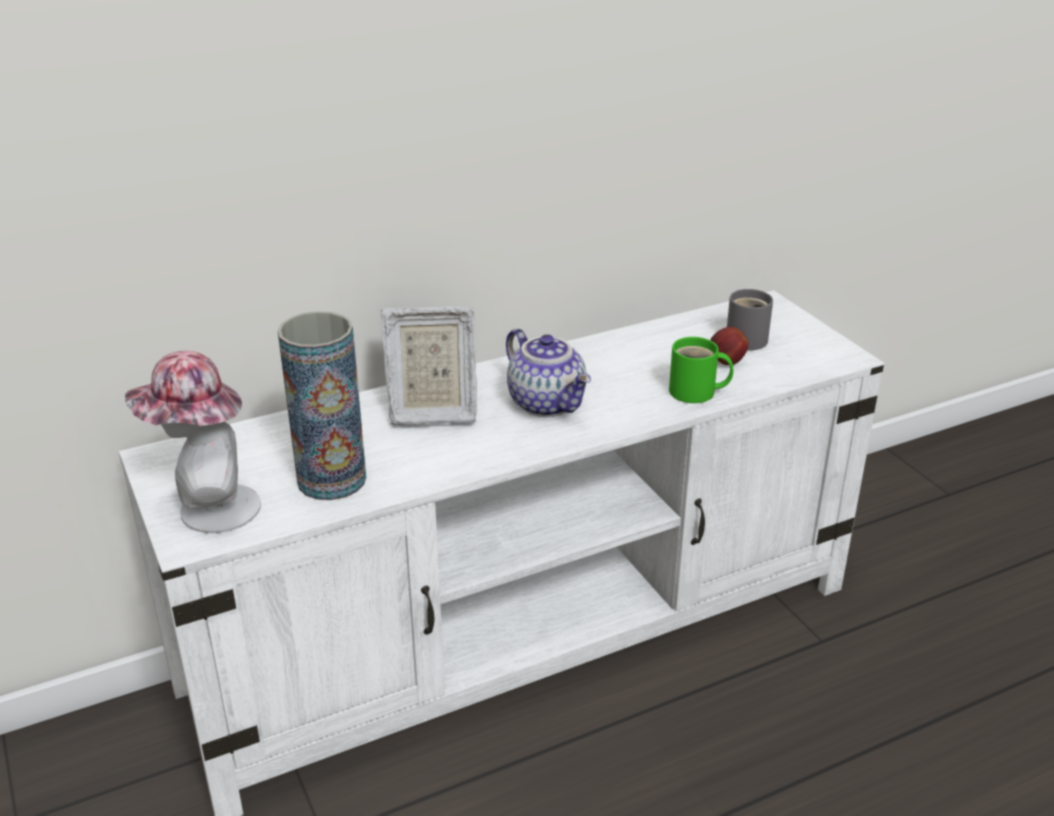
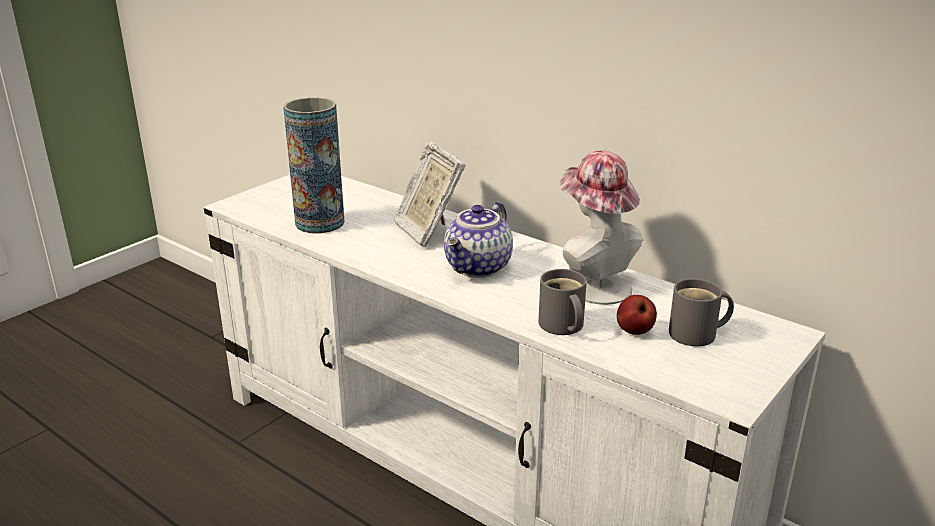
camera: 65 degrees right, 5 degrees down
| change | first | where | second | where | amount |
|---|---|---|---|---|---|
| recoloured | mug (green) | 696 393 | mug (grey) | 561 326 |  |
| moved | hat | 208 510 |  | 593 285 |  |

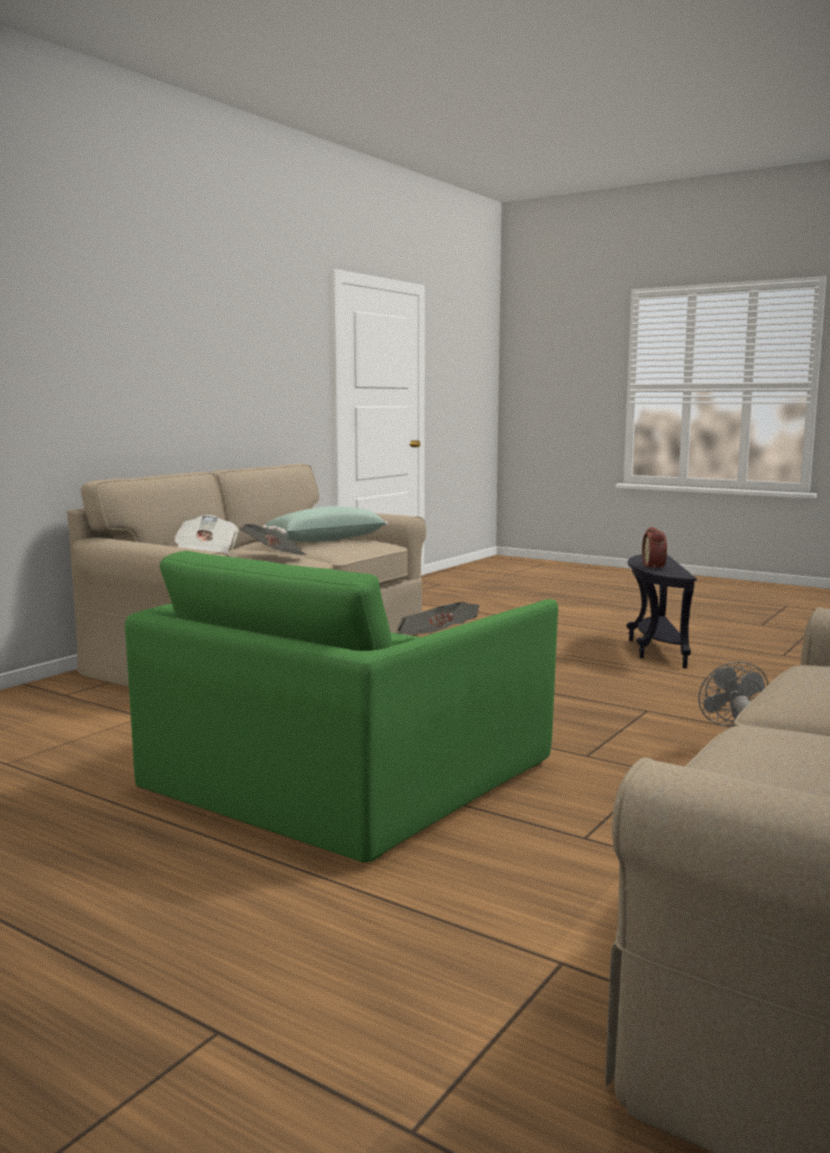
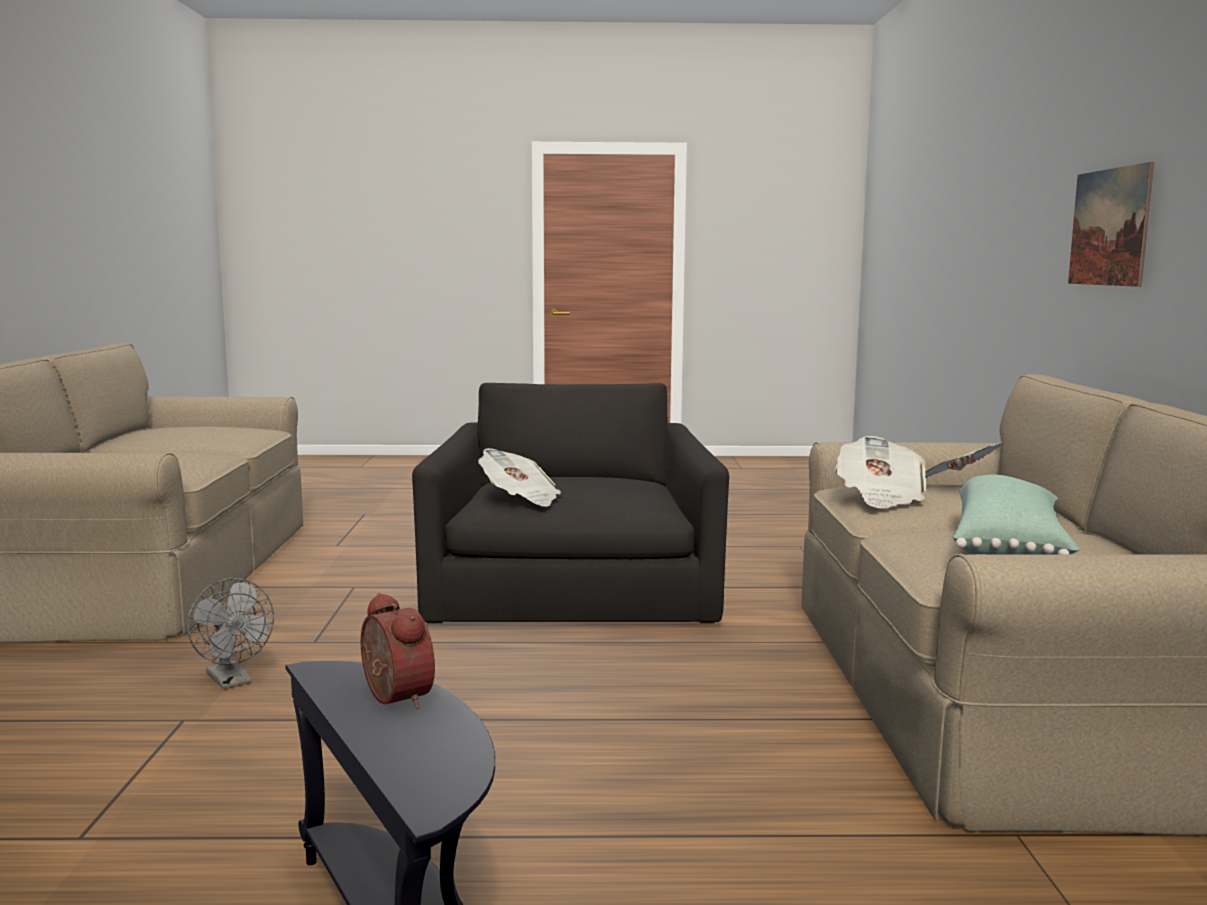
camera: 145 degrees right, 0 degrees up
| change | first | where | second | where | amount |
|---|---|---|---|---|---|
| recoloured | armchair (green) | 345 773 | armchair (black) | 572 586 |  |
| added |  |  | picture | 1109 227 |  |

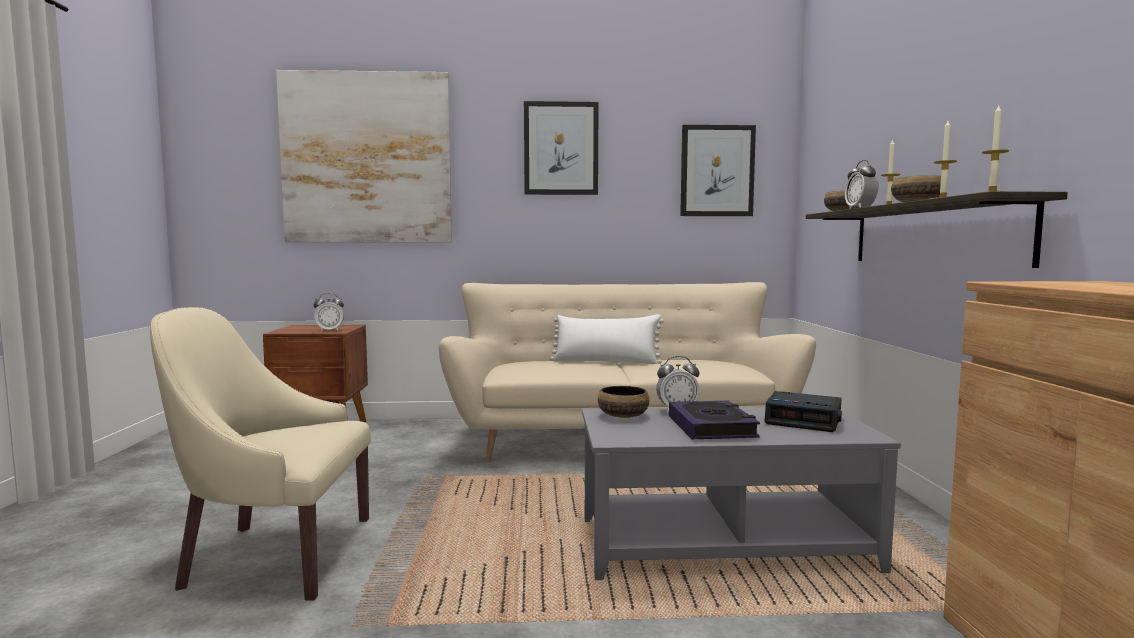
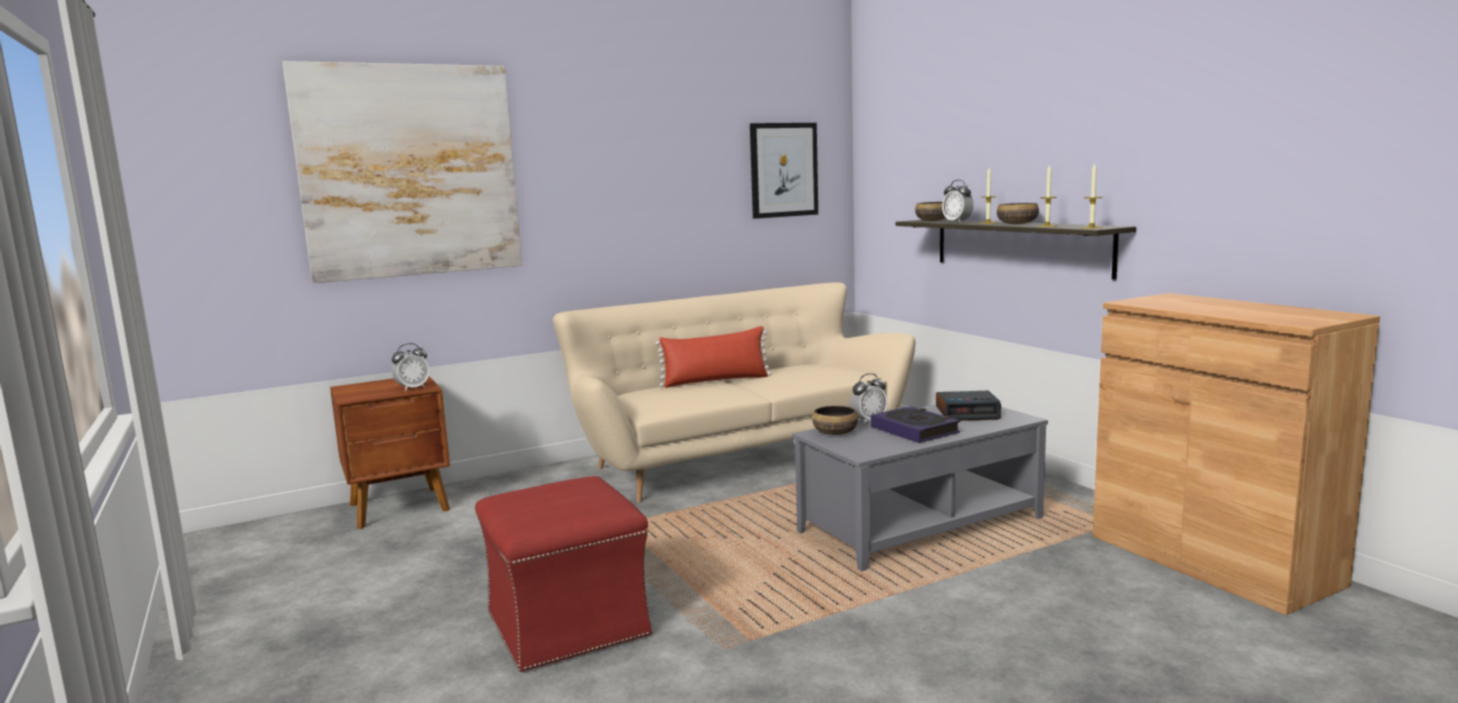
camera: 25 degrees left, 5 degrees up
| change | first | where | second | where | amount |
|---|---|---|---|---|---|
| replaced | armchair (beige) | 275 555 | ottoman (red) | 567 624 |  |
| recoloured | pillow (white) | 606 362 | pillow (red) | 716 381 |  |
| removed | picture | 561 149 |  |  |  |

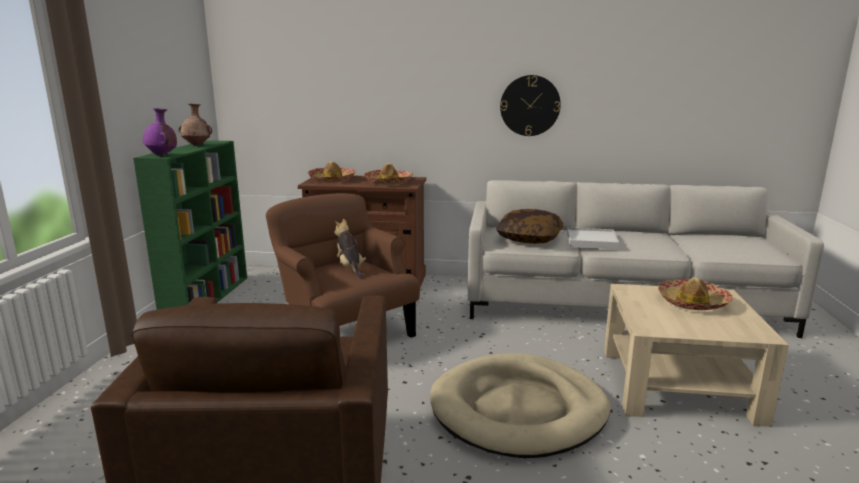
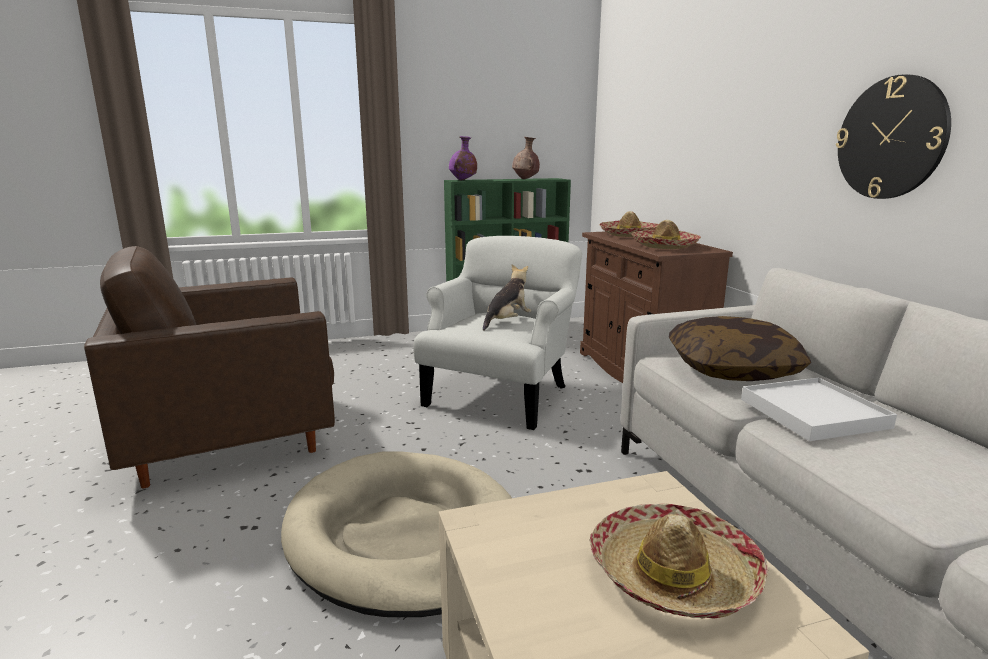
camera: 65 degrees right, 0 degrees up
| change | first | where | second | where | amount |
|---|---|---|---|---|---|
| recoloured | armchair (brown) | 344 333 | armchair (white) | 501 395 |  |

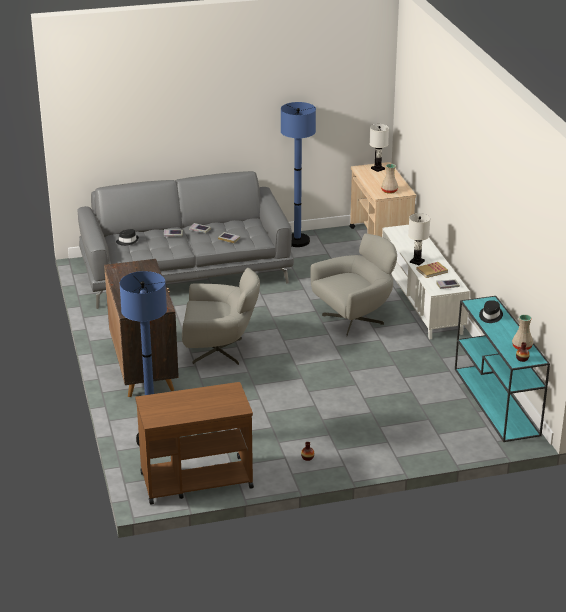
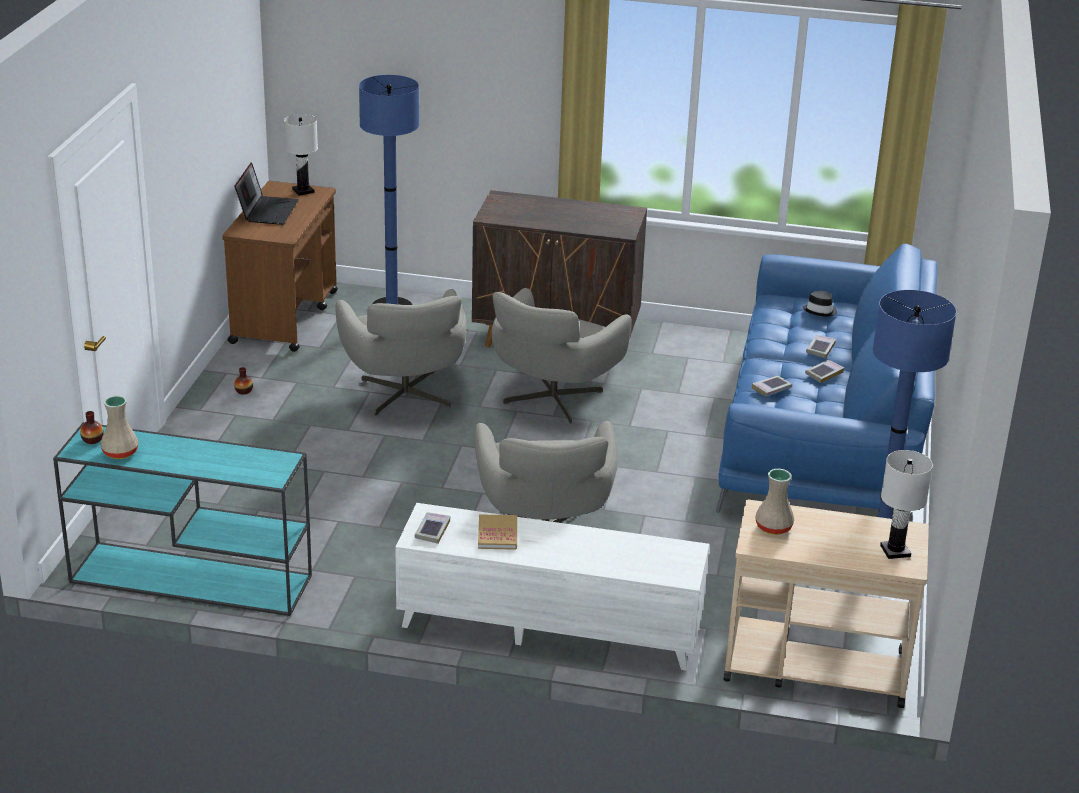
camera: 115 degrees right, 0 degrees up
| change | first | where | second | where | amount |
|---|---|---|---|---|---|
| added |  |  | laptop | 267 211 |  |
| moved | table lamp (white) | 417 261 |  | 303 191 |  |
| added |  |  | armchair (grey) | 406 395 |  |
| recoloured | sofa (grey) | 186 271 | sofa (blue) | 823 434 |  |
| removed | hat (black) | 490 316 |  |  |  |

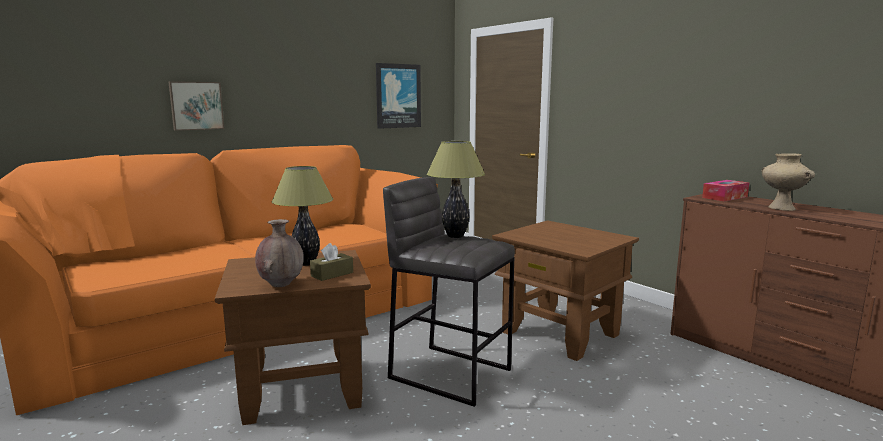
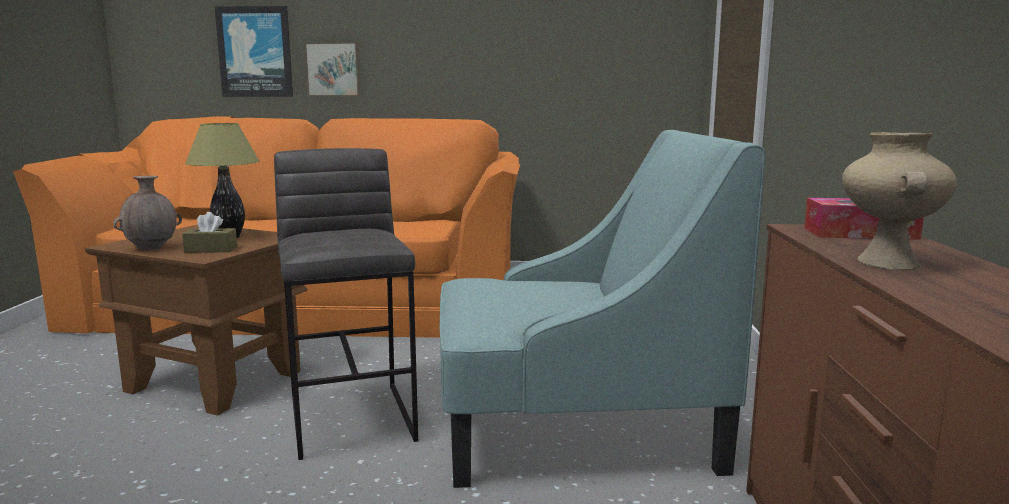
camera: 40 degrees right, 0 degrees up
| change | first | where | second | where | amount |
|---|---|---|---|---|---|
| moved | picture | 398 96 |  | 255 52 |  |
| replaced | side table (brown) | 560 334 | armchair (turquoise) | 572 426 |  |
| removed | table lamp | 455 236 |  |  |  |

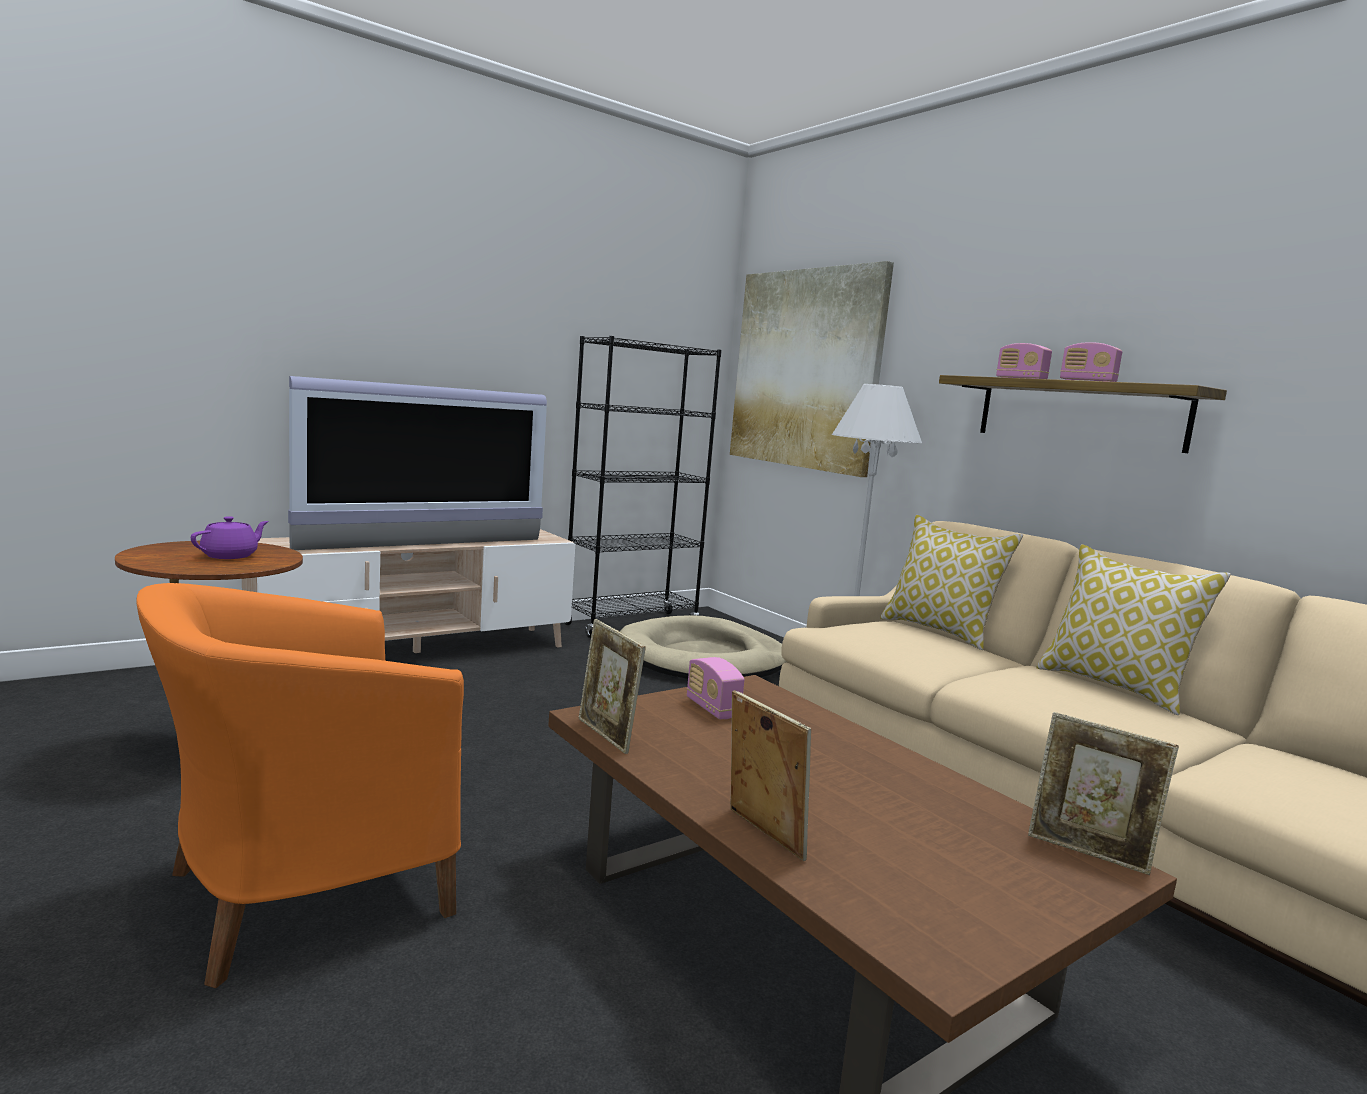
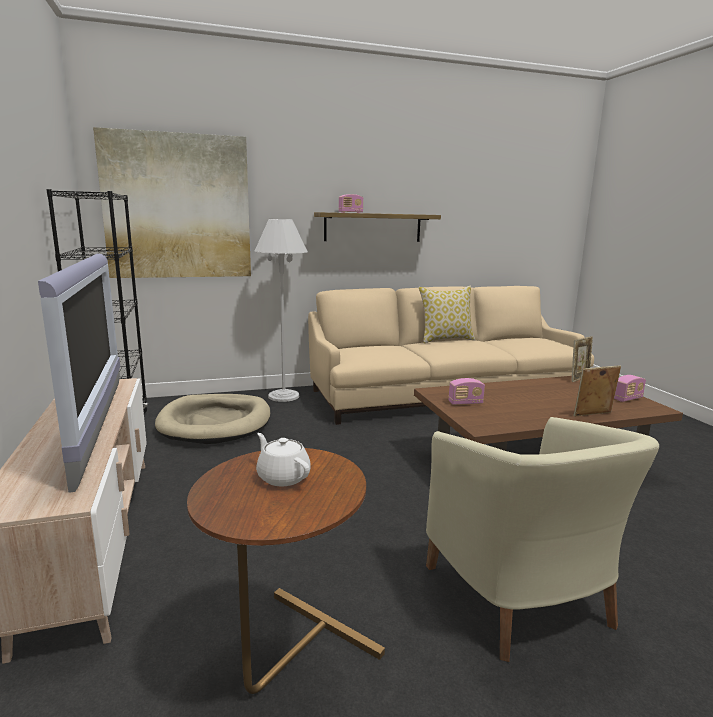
camera: 70 degrees left, 5 degrees up
| change | first | where | second | where | amount |
|---|---|---|---|---|---|
| recoloured | teapot (purple) | 231 556 | teapot (white) | 283 477 |  |
| recoloured | armchair (orange) | 301 892 | armchair (beige) | 520 597 |  |
| moved | radio | 1087 382 |  | 627 399 |  |
| removed | picture frame | 606 735 |  |  |  |
| removed | pillow | 940 631 |  |  |  |

